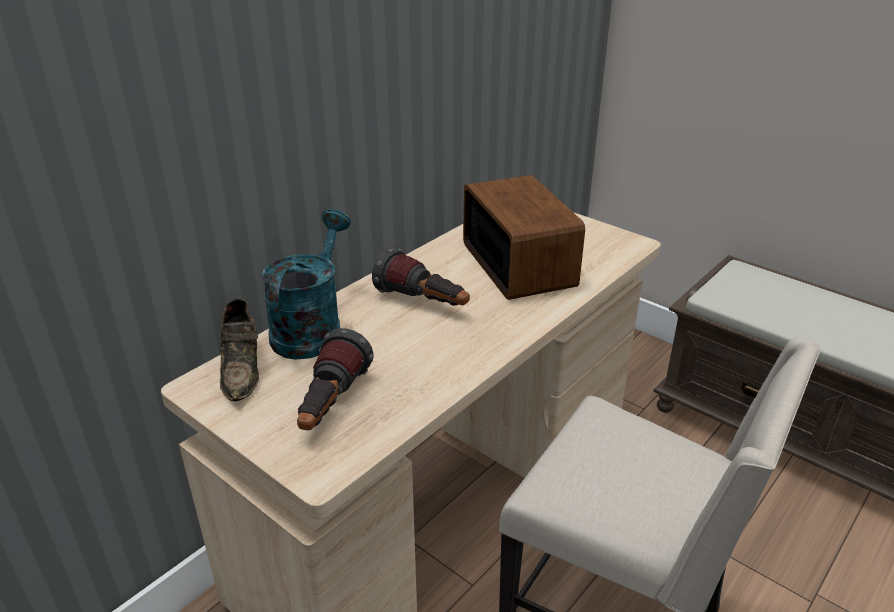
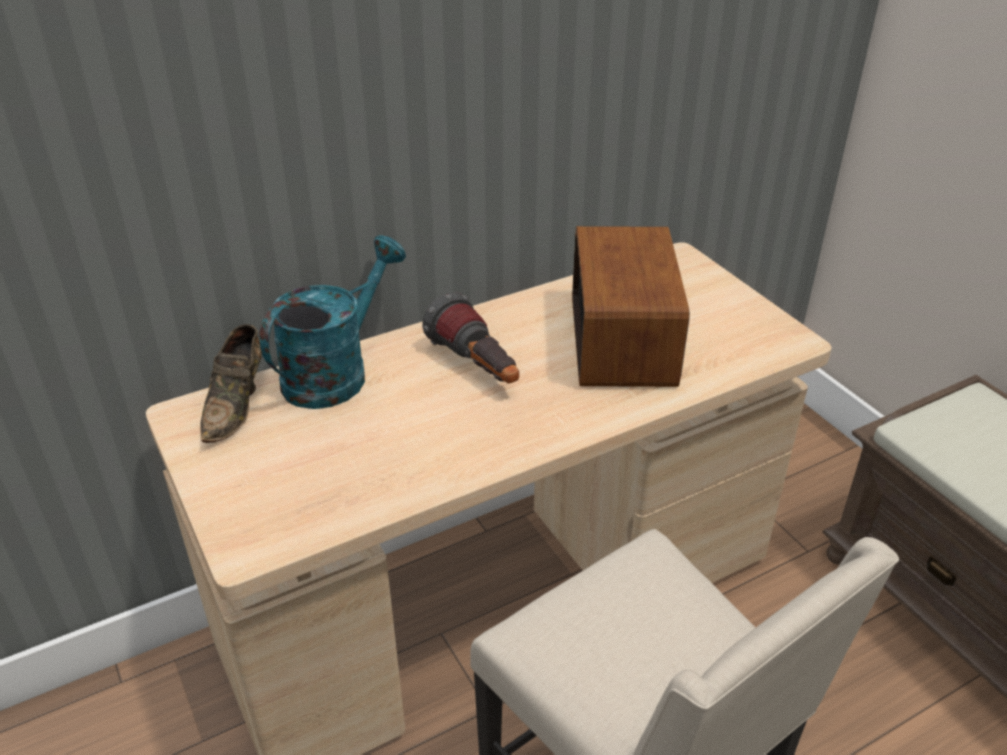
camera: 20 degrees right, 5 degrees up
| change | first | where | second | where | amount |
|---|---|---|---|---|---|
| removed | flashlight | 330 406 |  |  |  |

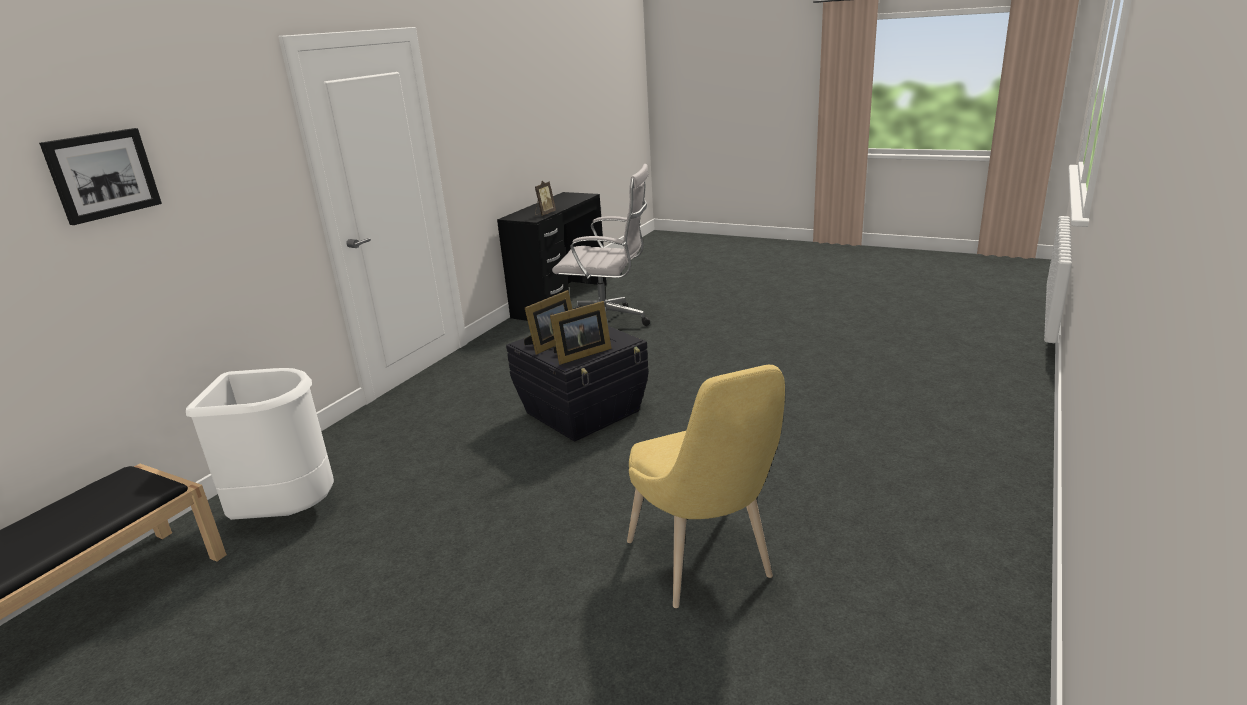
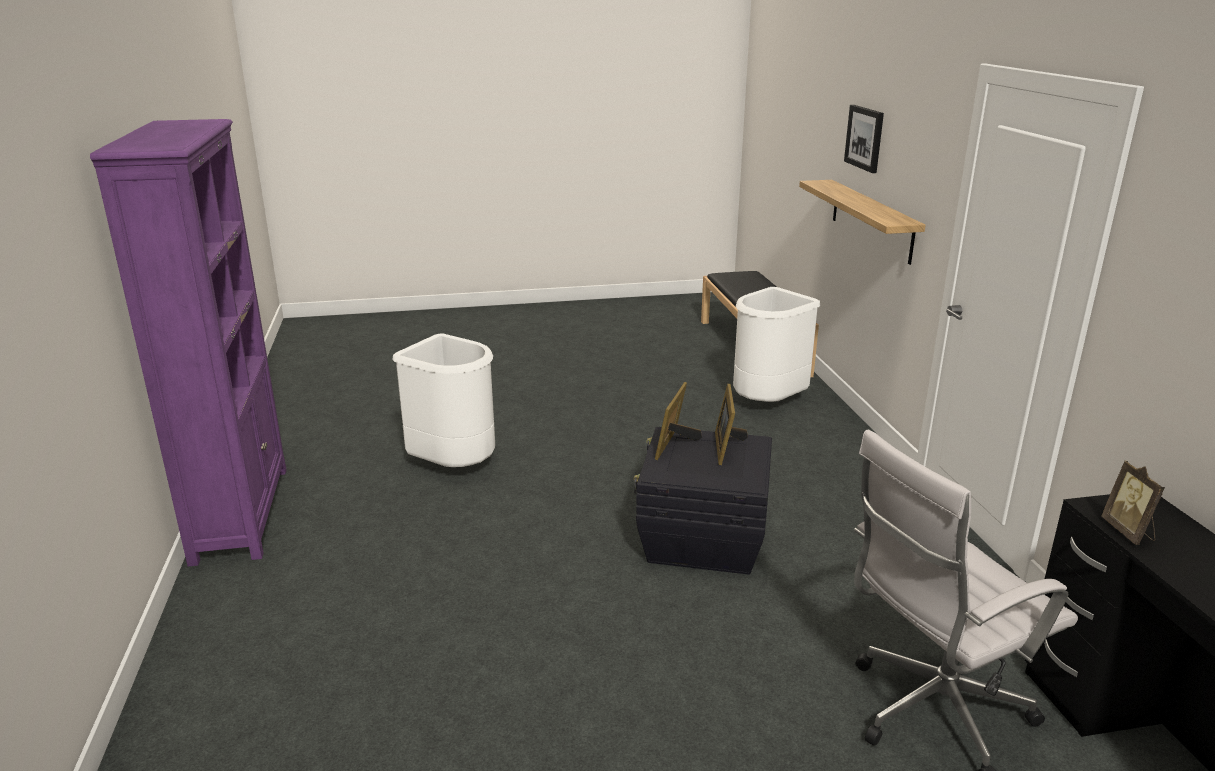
camera: 140 degrees right, 0 degrees up
| change | first | where | second | where | amount |
|---|---|---|---|---|---|
| added |  |  | bookcase (purple) | 241 513 |  |
| replaced | chair (yellow) | 704 565 | trash can (white) | 454 466 |  |
| added |  |  | shelf | 871 220 |  |

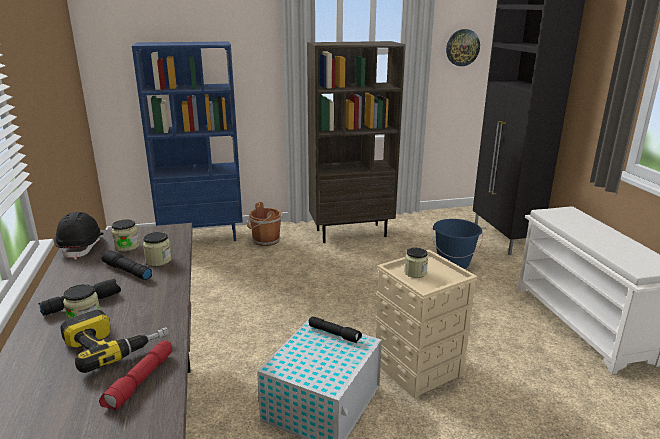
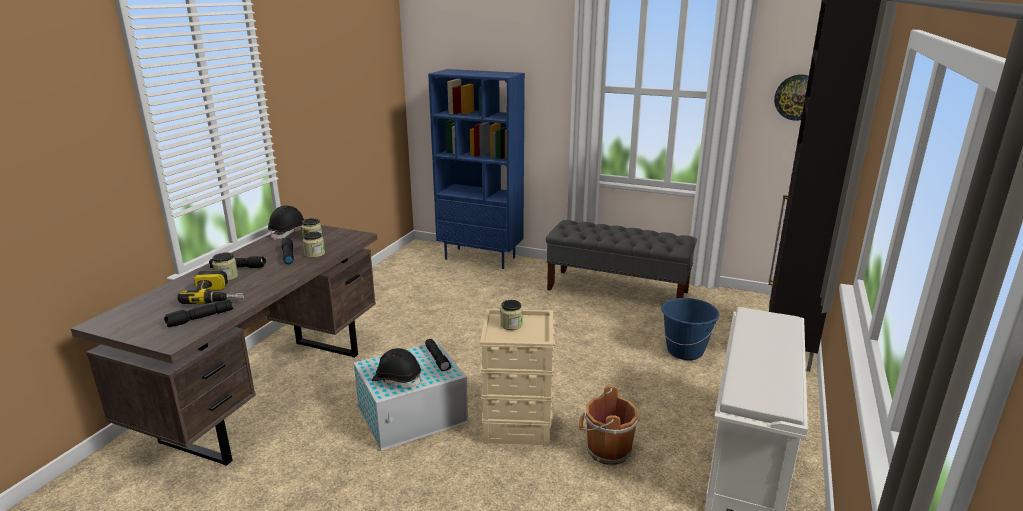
camera: 35 degrees right, 0 degrees up
| change | first | where | second | where | amount |
|---|---|---|---|---|---|
| recoloured | flashlight (red) | 141 382 | flashlight (black) | 200 319 |  |
| added |  |  | hard hat (black) | 397 379 |  |
| replaced | bookcase (brown) | 351 233 | bench (grey) | 618 290 |  |
| moved | bucket (brown) | 265 240 |  | 606 450 |  |

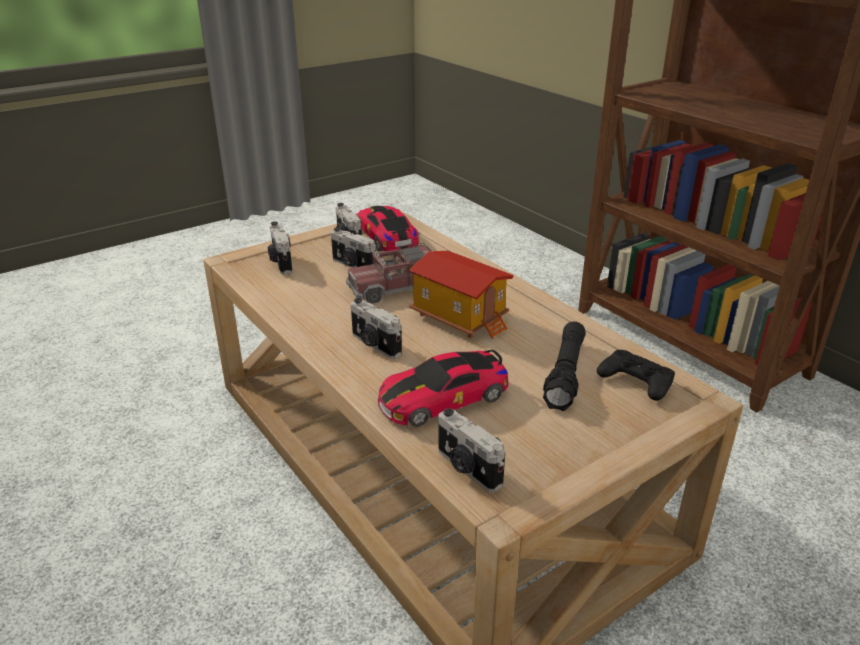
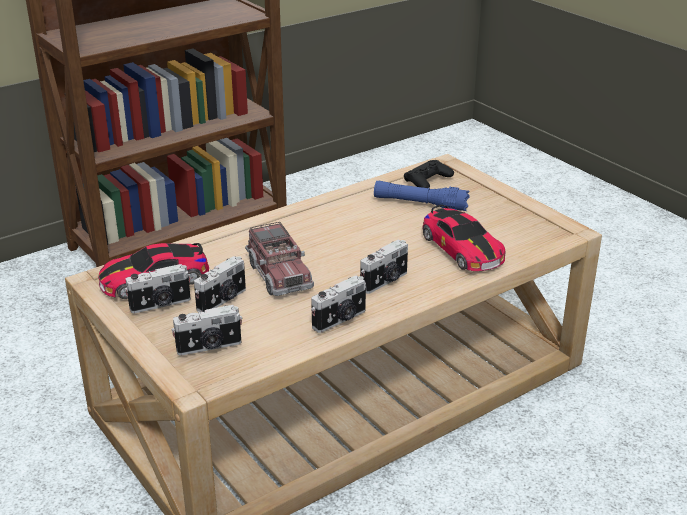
camera: 90 degrees left, 0 degrees up
| change | first | where | second | where | amount |
|---|---|---|---|---|---|
| moved | photo camera | 467 468 |  | 340 320 |  |
| recoloured | flashlight (black) | 565 374 | flashlight (blue) | 420 204 |  |
| removed | toy house | 460 317 |  |  |  |

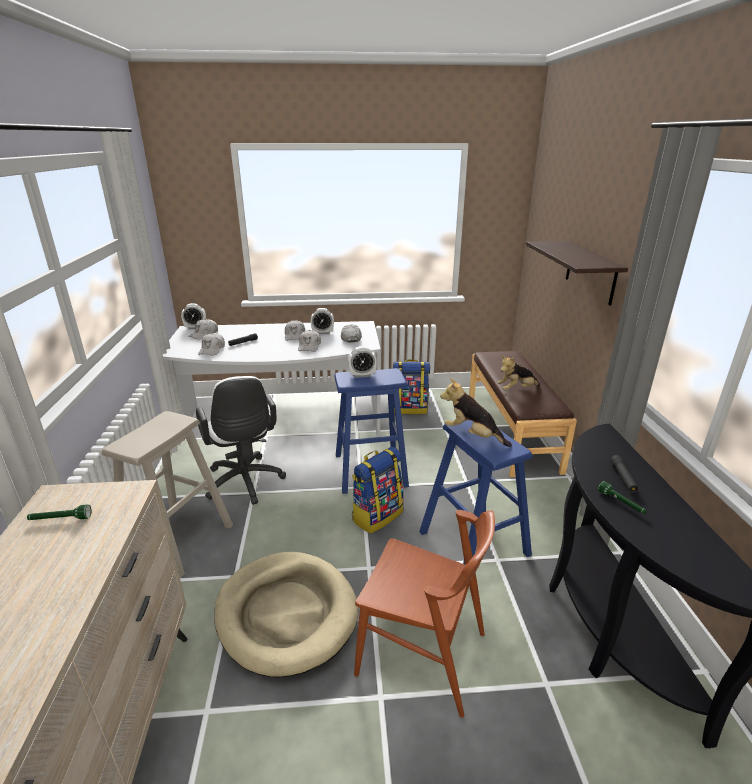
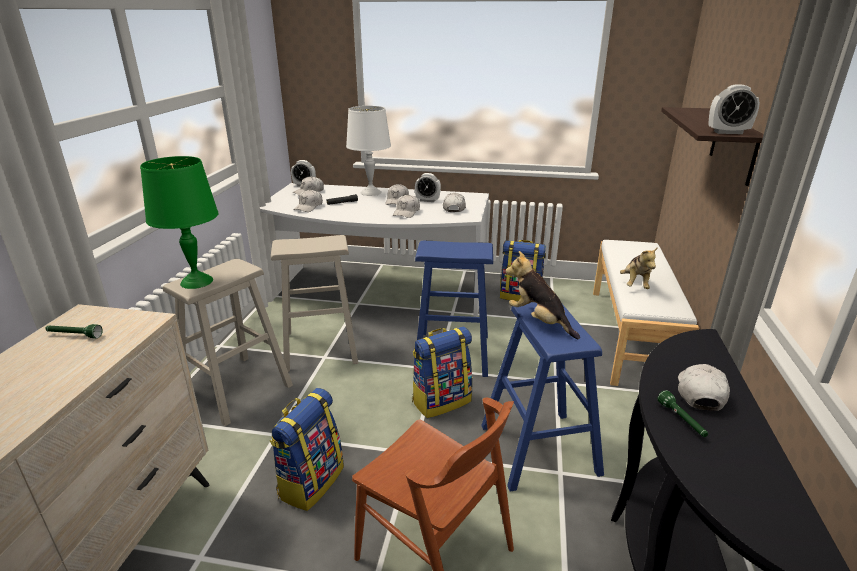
camera: 15 degrees right, 0 degrees up
| change | first | where | second | where | amount |
|---|---|---|---|---|---|
| added |  |  | table lamp (green) | 197 281 |  |
| replaced | dog bed (beige) | 286 613 | backpack | 310 481 |  |
| replaced | office chair (white) | 245 483 | stool (beige) | 320 347 |  |
| added |  |  | table lamp (white) | 371 192 |  |
| recoloured | bench (brown) | 511 432 | bench (white) | 632 335 |  |
| turned | plush toy | 516 389 |  | 635 284 | 75 degrees counterclockwise |
| replaced | flashlight (black) | 623 478 | cap (white) | 700 393 |  |
| moved | alarm clock | 362 375 |  | 728 132 |  |

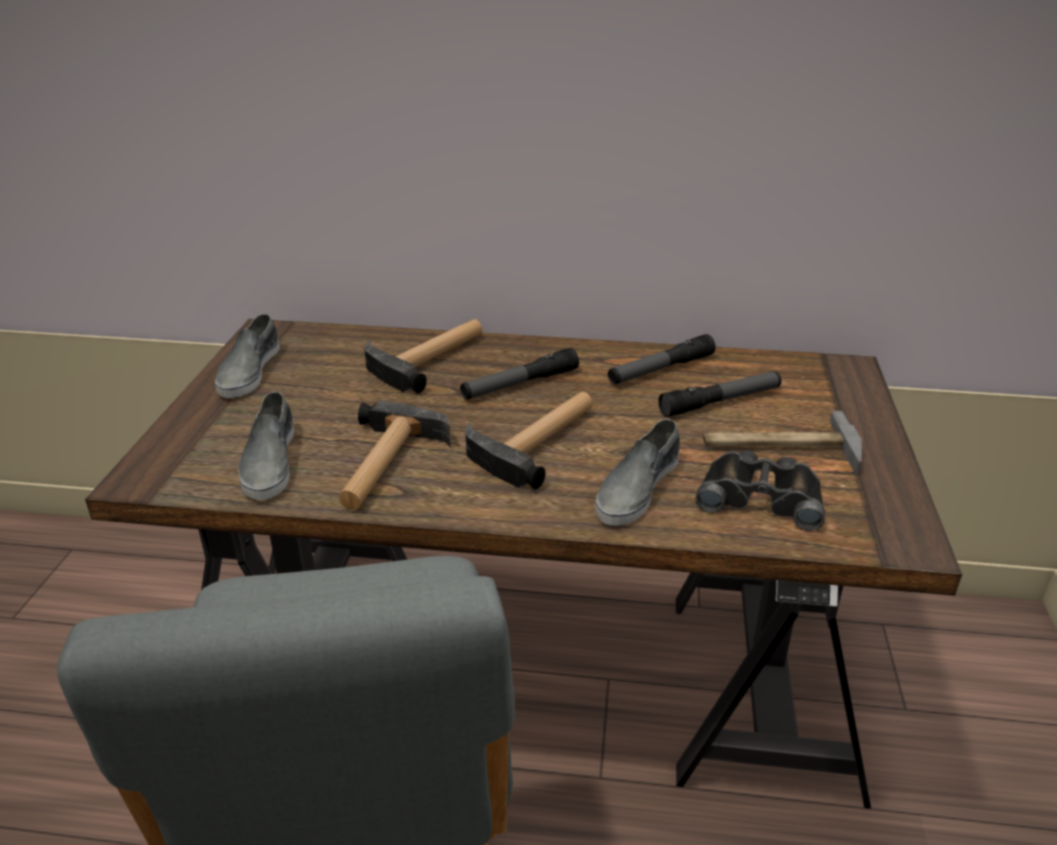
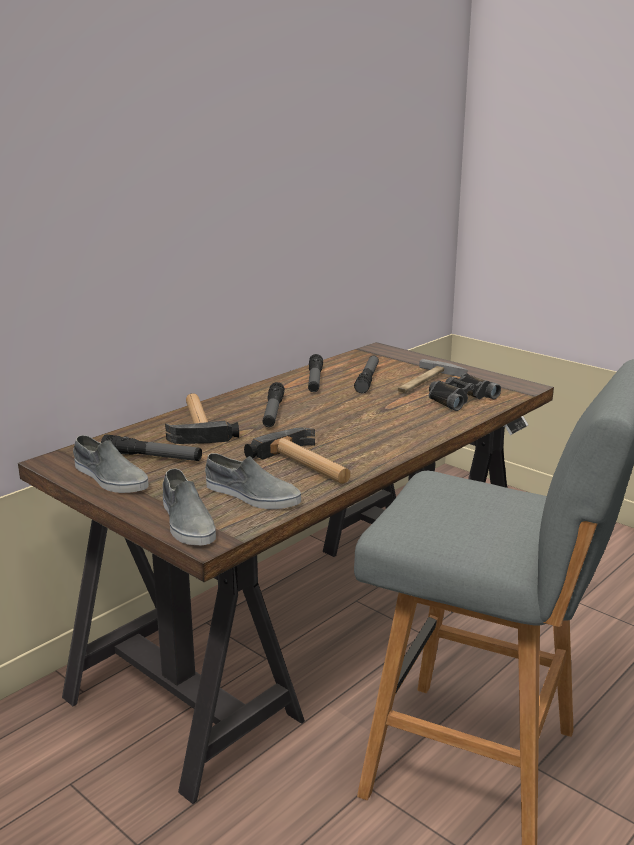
camera: 55 degrees left, 10 degrees down
| change | first | where | second | where | amount |
|---|---|---|---|---|---|
| added |  |  | flashlight | 152 457 |  |
| moved | shoe (grey) | 637 488 |  | 186 522 |  |
| removed | hammer | 538 440 |  |  |  |

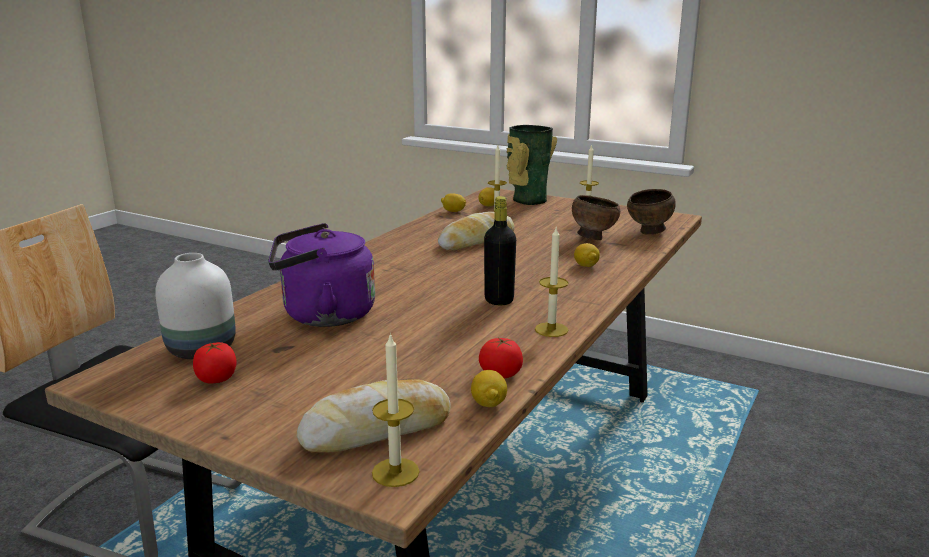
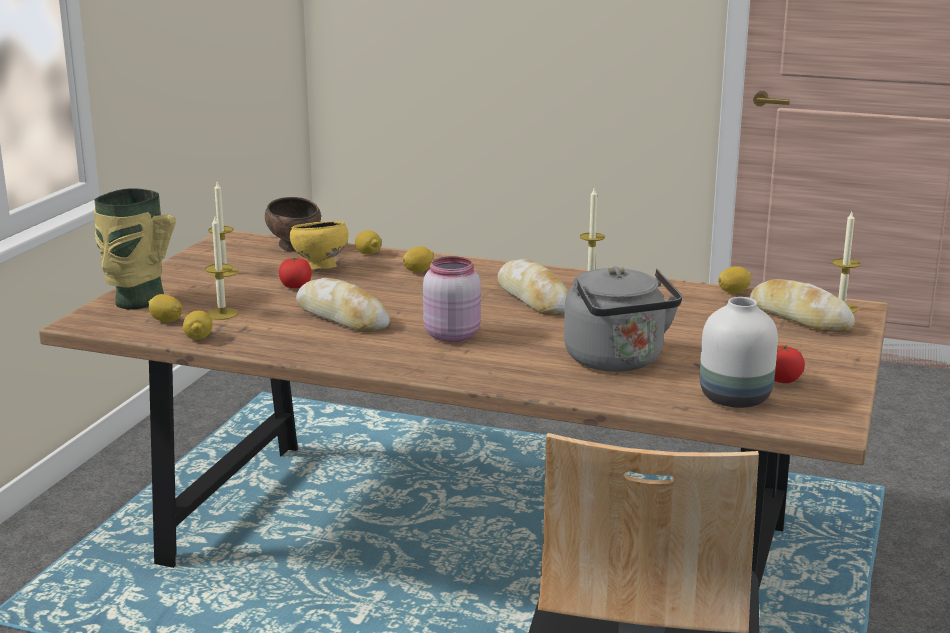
camera: 100 degrees left, 0 degrees up
| change | first | where | second | where | amount |
|---|---|---|---|---|---|
| moved | tomato | 500 374 |  | 295 286 |  |
| recoloured | bowl (brown) | 593 238 | bowl (yellow) | 319 269 |  |
| added |  |  | lemon | 368 254 |  |
| added |  |  | jar (pink) | 452 335 |  |
| replaced | bottle (black) | 499 300 | bread | 534 298 |  |
| recoloured | kettle (purple) | 323 315 | kettle (grey) | 617 361 |  |

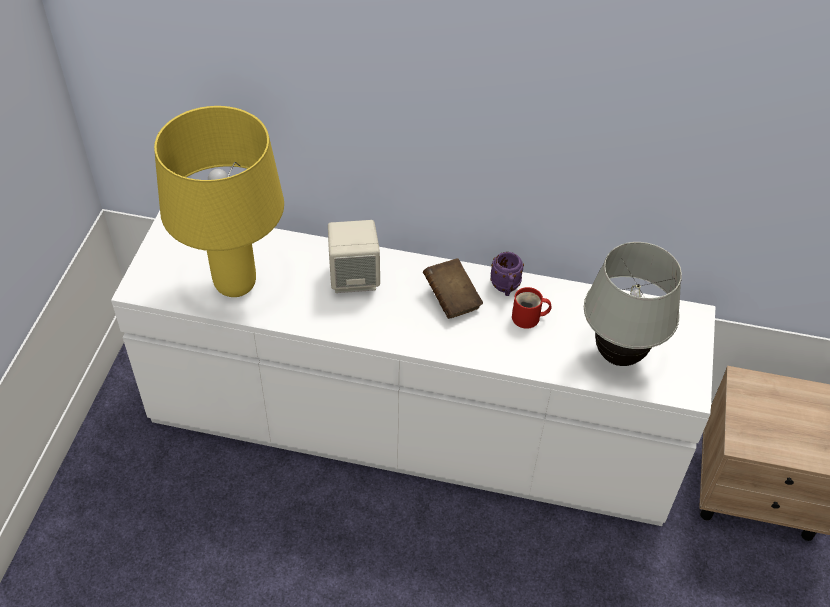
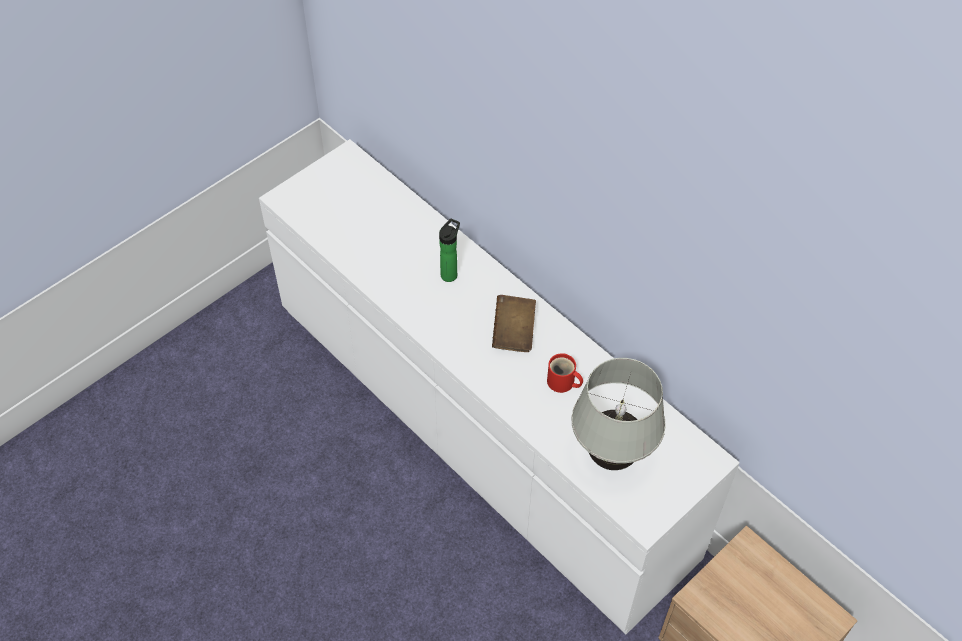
camera: 35 degrees right, 5 degrees up
| change | first | where | second | where | amount |
|---|---|---|---|---|---|
| replaced | speaker (beige) | 354 278 | bottle | 450 273 |  |
| removed | table lamp (yellow) | 236 285 |  |  |  |
| removed | mug (purple) | 506 288 |  |  |  |

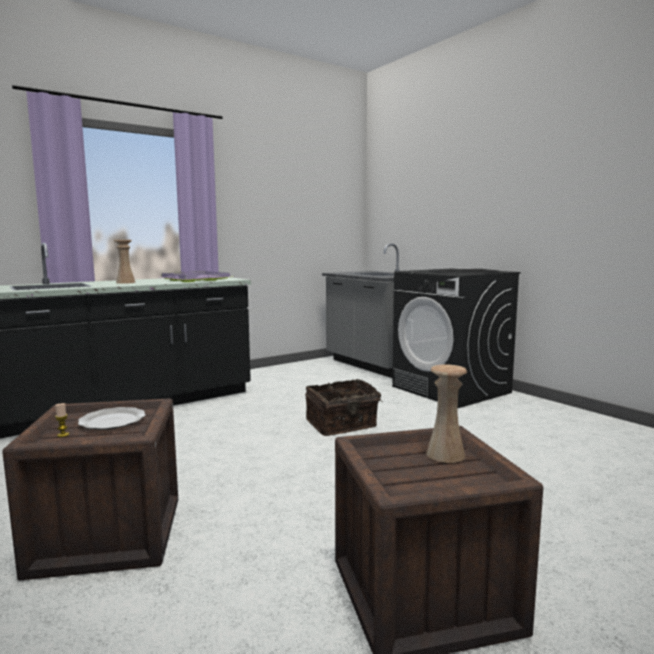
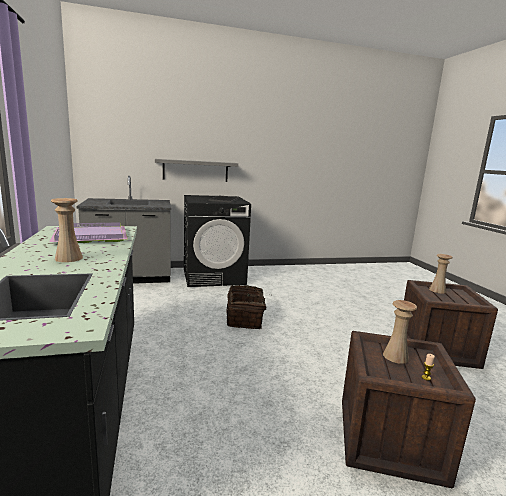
camera: 70 degrees left, 5 degrees up
| change | first | where | second | where | amount |
|---|---|---|---|---|---|
| added |  |  | shelf (grey) | 195 170 |  |
| replaced | plate | 113 421 | vase (beige) | 395 356 |  |

